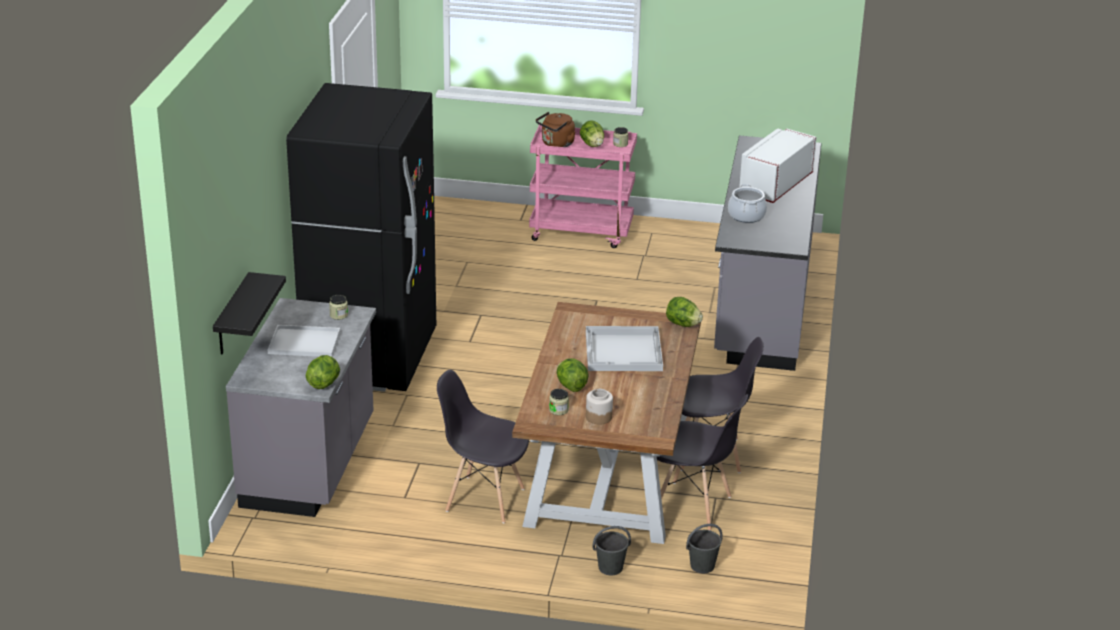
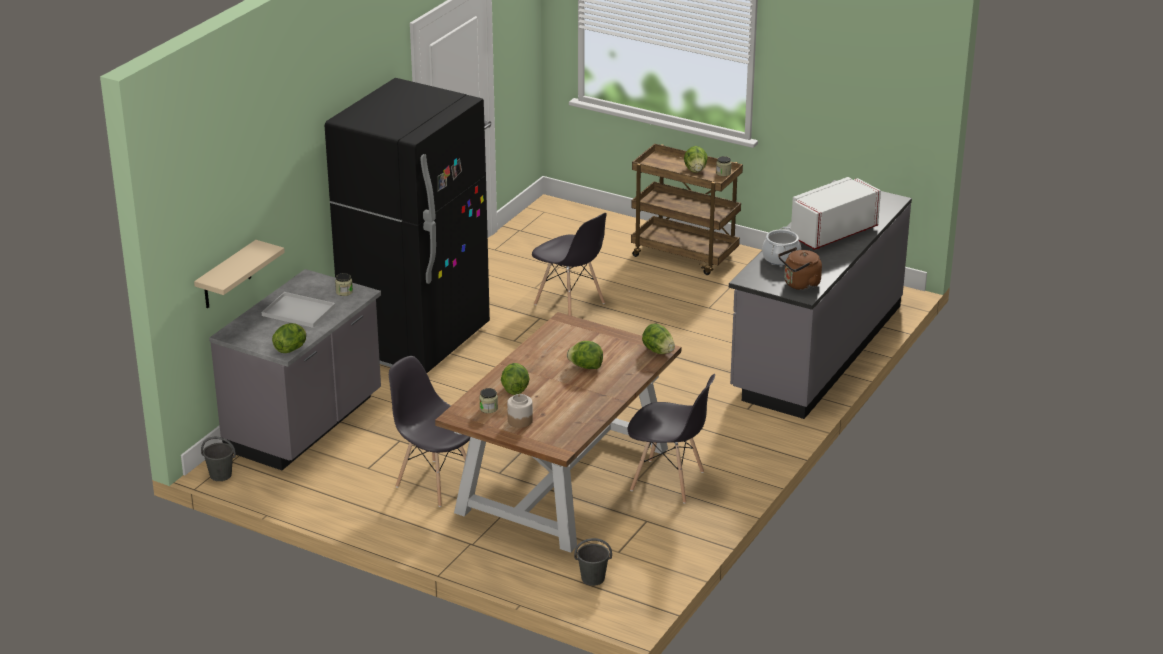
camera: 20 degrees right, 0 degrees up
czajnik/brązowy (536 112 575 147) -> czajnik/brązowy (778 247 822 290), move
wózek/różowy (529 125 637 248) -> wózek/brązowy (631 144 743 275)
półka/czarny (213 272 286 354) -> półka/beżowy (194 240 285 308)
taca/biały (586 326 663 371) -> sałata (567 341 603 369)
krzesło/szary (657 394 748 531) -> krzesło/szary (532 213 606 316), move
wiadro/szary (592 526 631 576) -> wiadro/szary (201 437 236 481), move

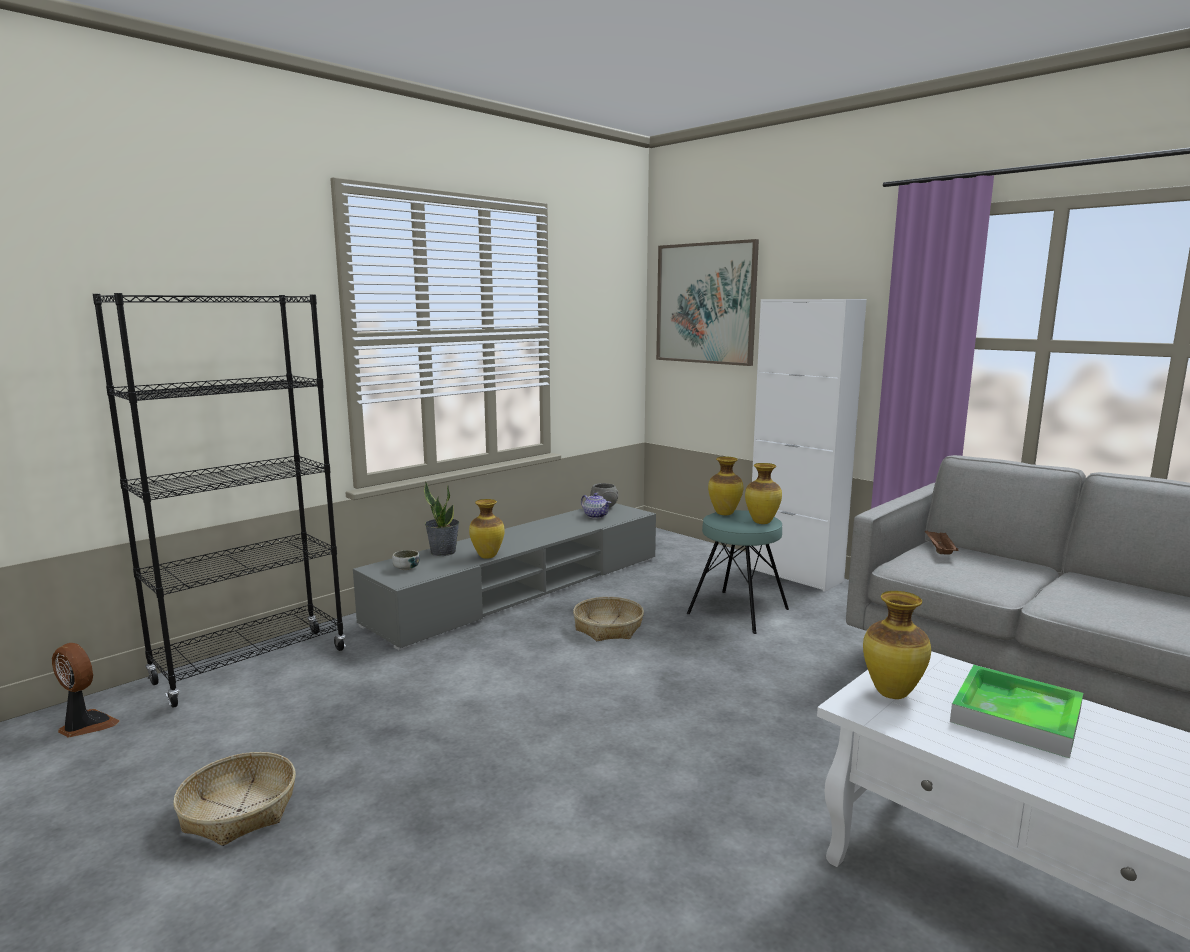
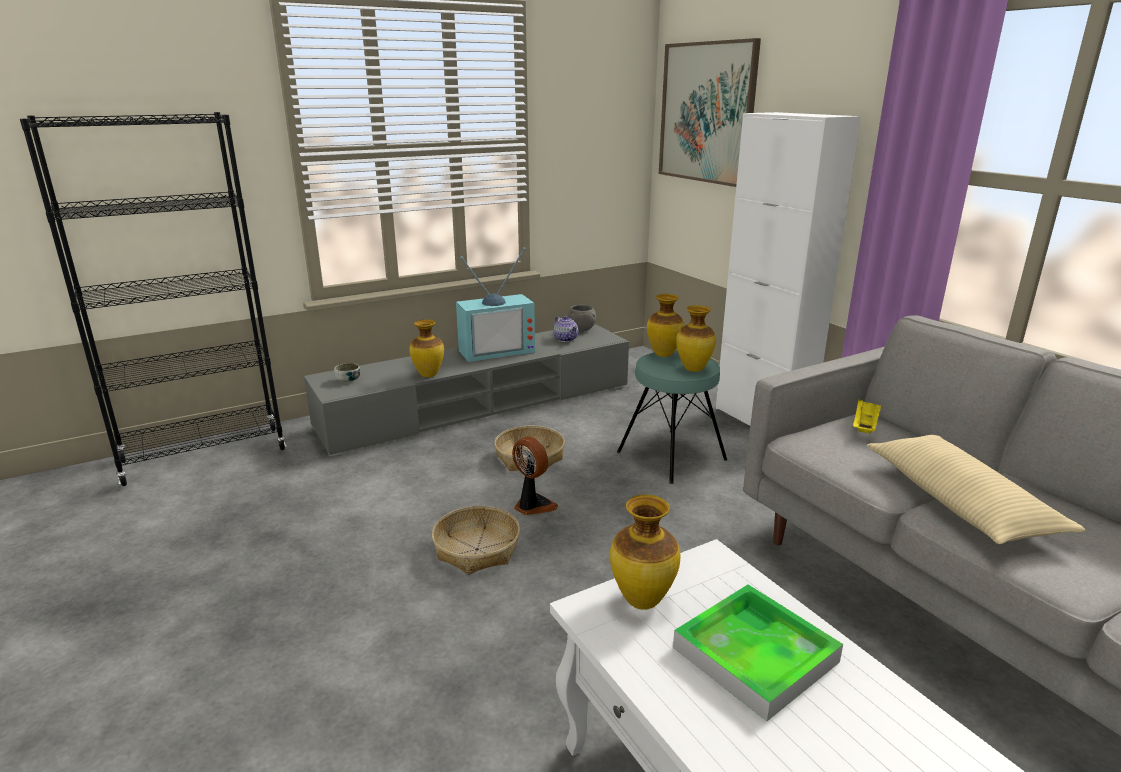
camera: 15 degrees right, 10 degrees up
roślina doniczkowa (424 481 459 556) -> none
taca/brązowy (924 531 958 555) -> taca/żółty (853 399 881 433)
wentylator (52 643 119 737) -> wentylator (512 436 558 515), move
koszyk (173 752 296 846) -> koszyk (432 506 520 575), move
none -> telewizor (456 247 535 362)
none -> poduszka/beżowy (867 435 1086 544)

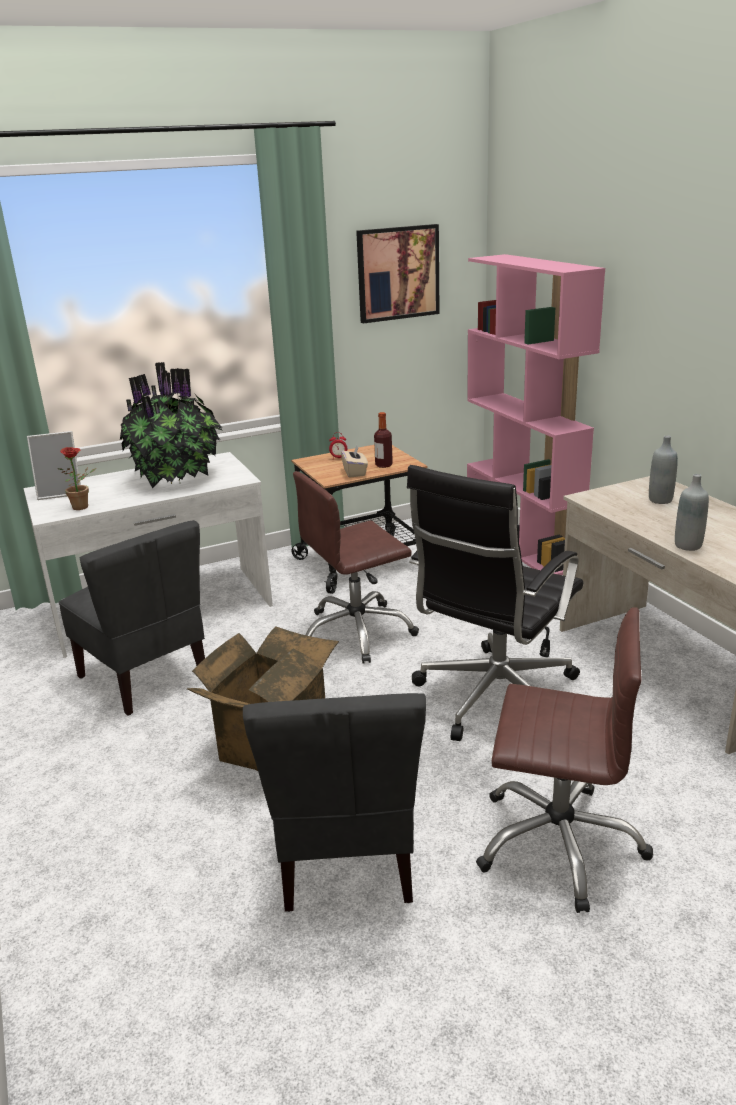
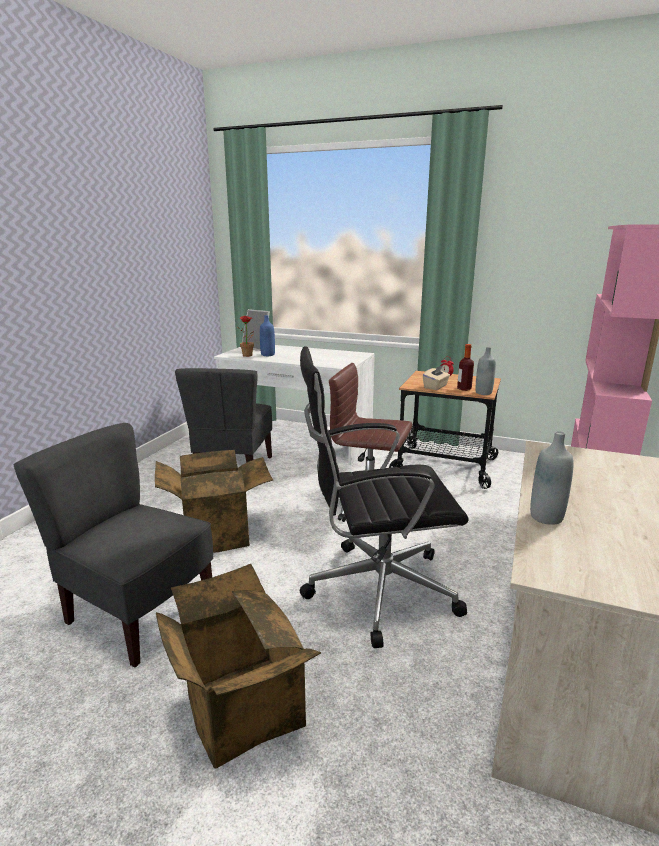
camera: 45 degrees right, 5 degrees down
obraz (356 224 440 324) -> none
roślina doniczkowa (120 362 224 488) -> none
butelka/szary (649 435 678 504) -> butelka/szary (476 347 496 395), move
krzesło biurowe/brązowy (476 607 653 913) -> karton (156 564 321 768)
krzesło/szary (243 693 426 912) -> krzesło/szary (13 423 213 667), 75 degrees clockwise
none -> butelka/niebieski (260 315 275 356)

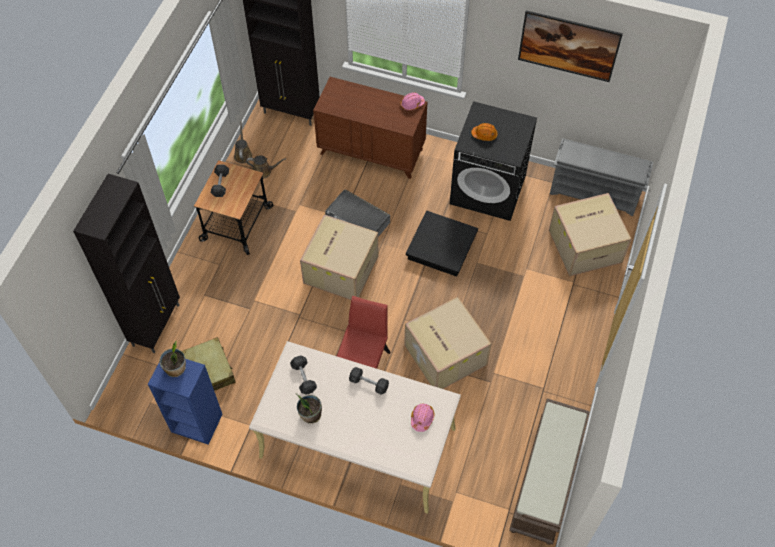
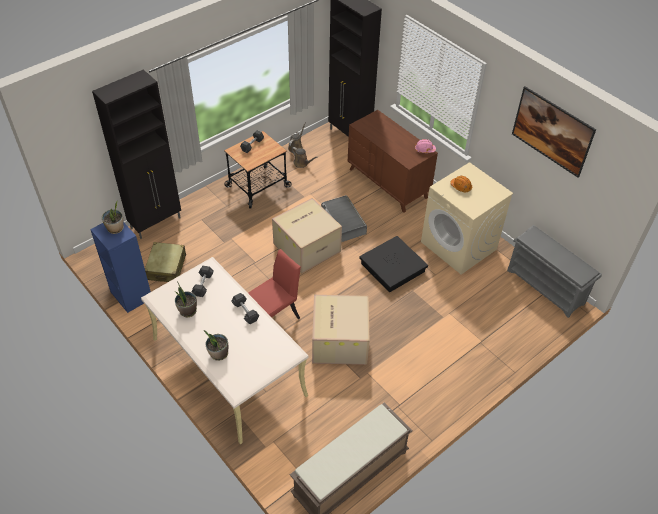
camera: 30 degrees right, 10 degrees down
pralka/czarny (450 101 537 221) -> pralka/beżowy (421 162 513 275)
karton (549 193 632 276) -> none
kask/różowy (411 404 434 432) -> none
none -> roślina doniczkowa (204 330 228 361)

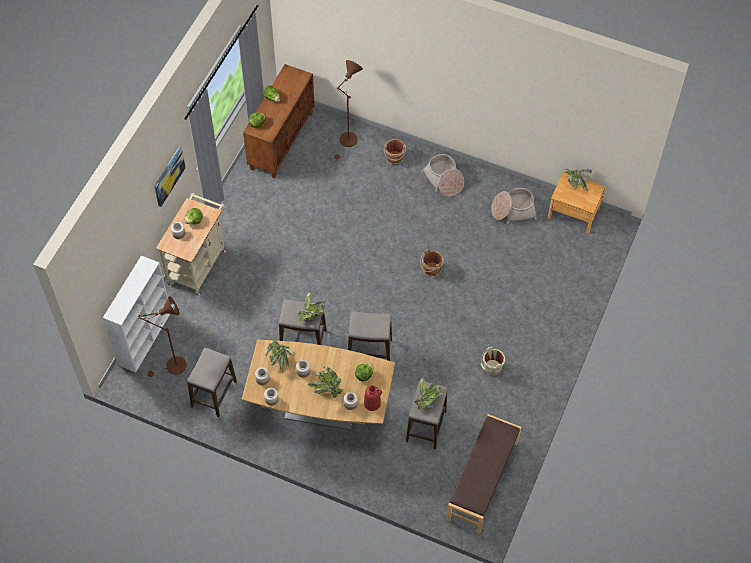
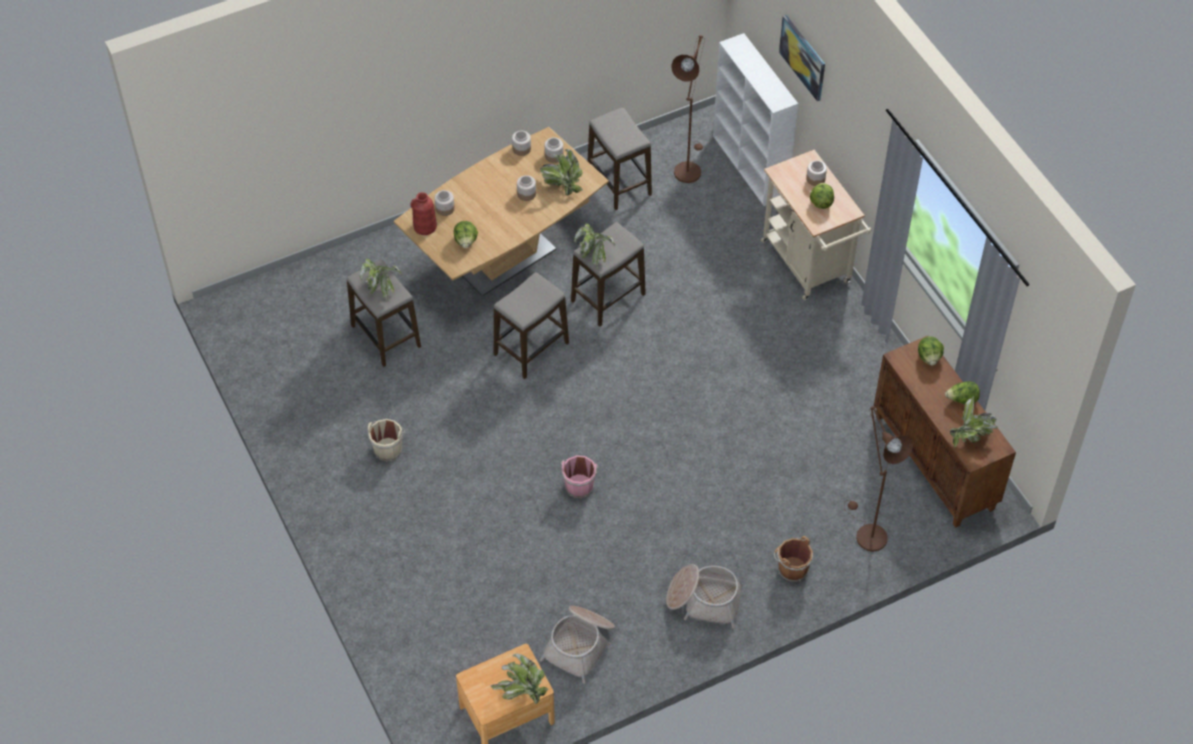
camera: 130 degrees right, 5 degrees down
obraz (154 147 186 207) -> obraz (779 15 825 101), move
wiadro/brązowy (420 249 444 277) -> wiadro/różowy (561 455 599 498)
roślina doniczkowa (308 366 343 398) -> roślina doniczkowa (950 396 998 447), move
ławka/brązowy (446 414 521 534) -> none

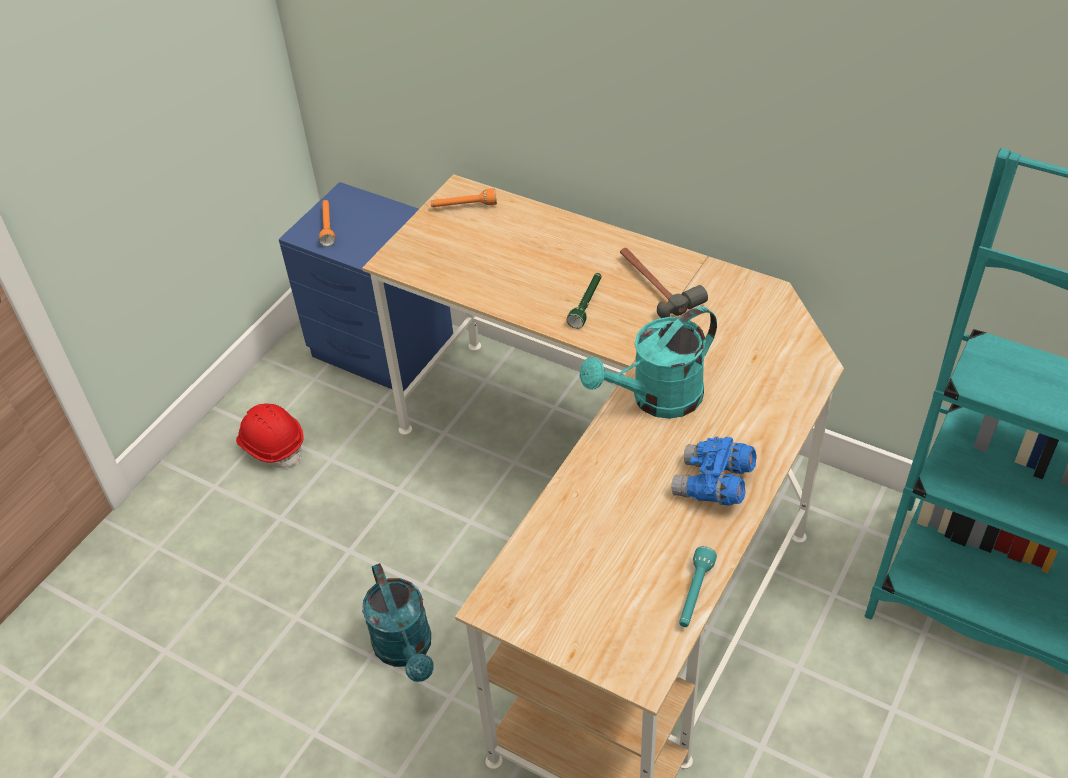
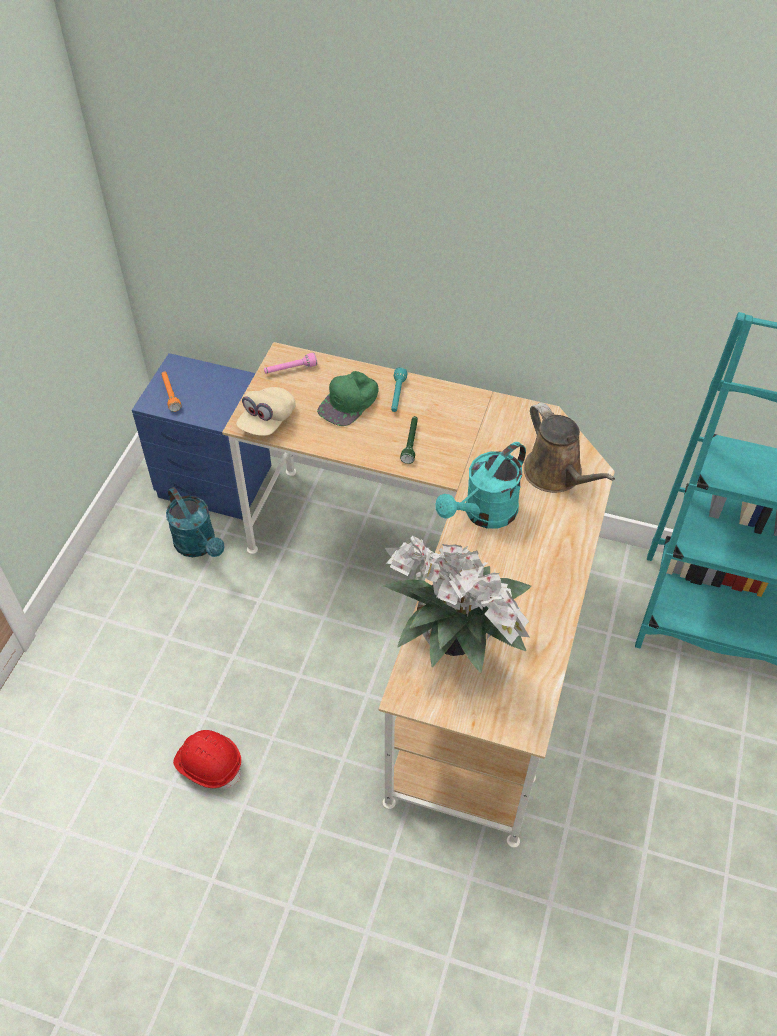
camera: 15 degrees left, 5 degrees up
latarka/pomarańczowy (431 188 497 207) -> latarka/różowy (264 353 318 373)
młotek (620 248 708 318) -> none
kask/czerwony (236 404 304 468) -> kask/czerwony (173 730 241 789), move
lornetka/niebieski (671 437 757 506) -> none
latarka/turkusowy (679 546 717 627) -> latarka/turkusowy (391 367 408 412), move
konewka/turkusowy (362 563 434 682) -> konewka/turkusowy (166 487 225 557), move
none -> czapka z daszkiem/zielony (317 371 379 426)
none -> czapka z daszkiem/beżowy (236 387 296 436)
none -> konewka/brązowy (524 402 615 493)
none -> roślina doniczkowa (383 536 532 673)

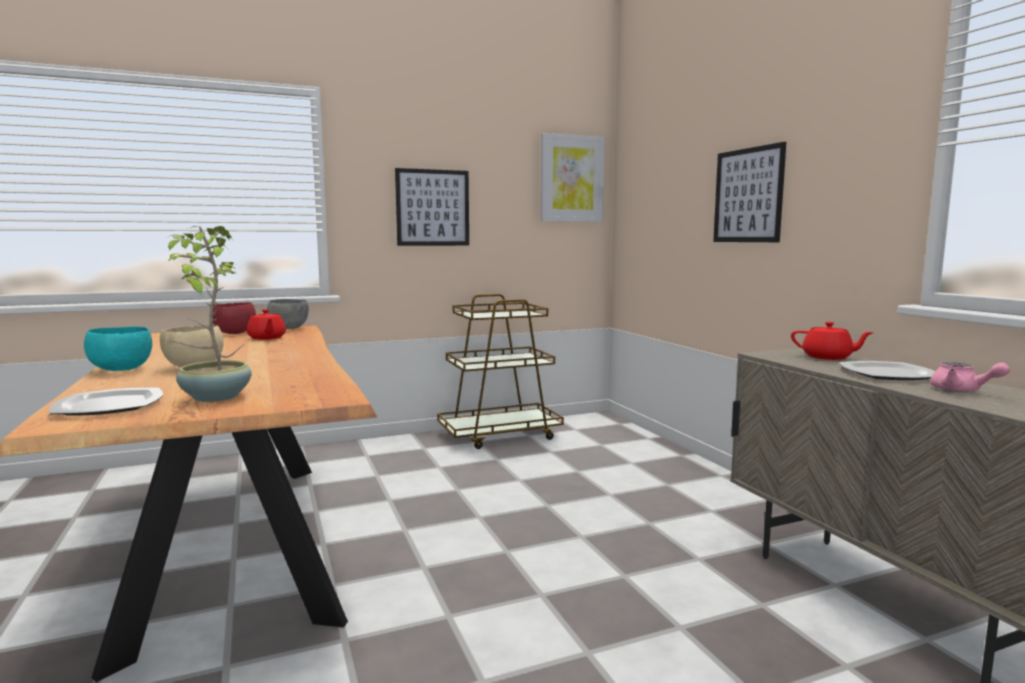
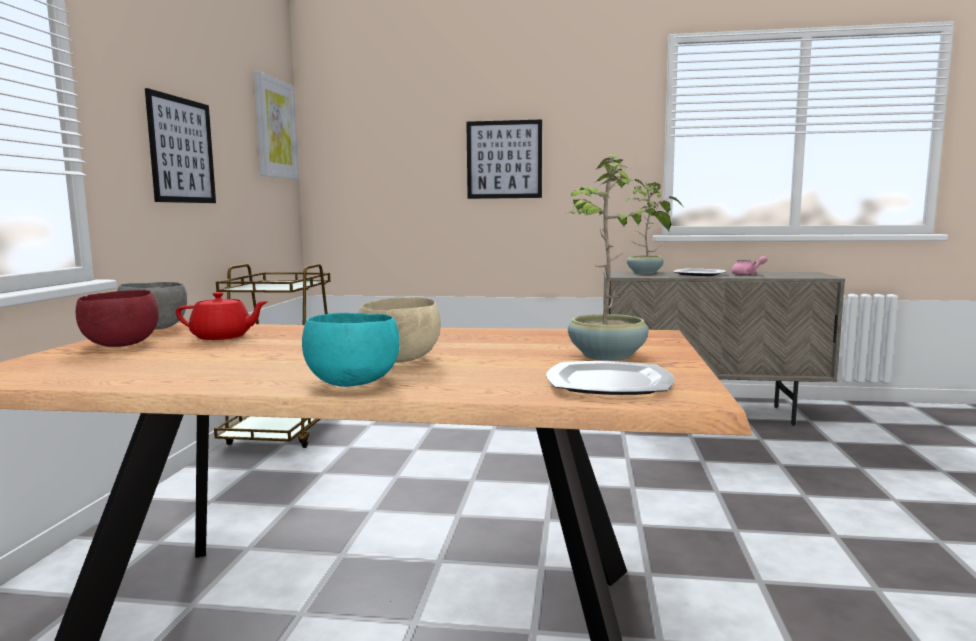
camera: 60 degrees left, 0 degrees up
imbryk/czerwony (791 322 874 360) -> roślina doniczkowa (624 182 664 274)

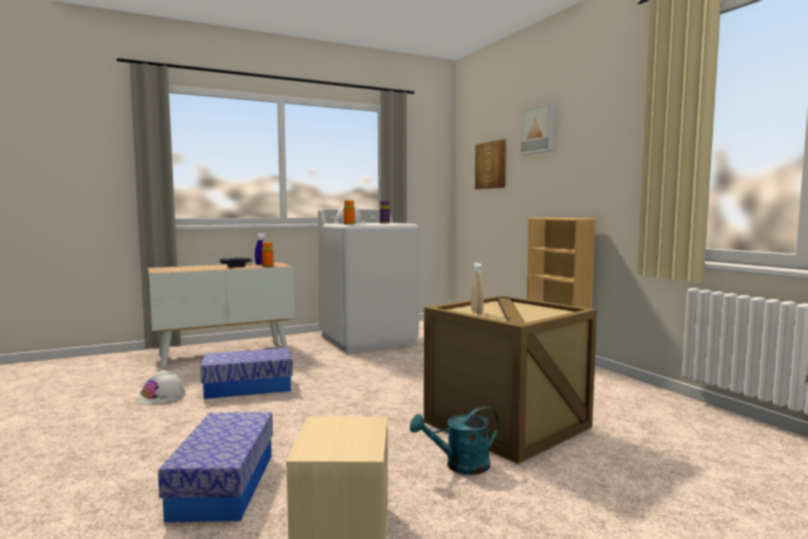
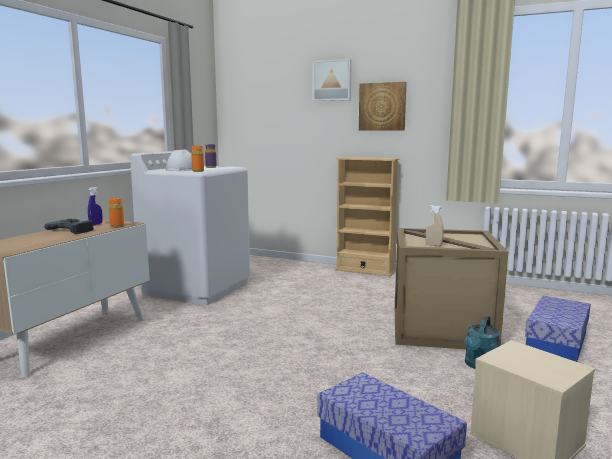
camera: 40 degrees left, 5 degrees up
obraz (475 139 506 189) -> obraz (359 82 406 131), move
pojemnik do przechowywania (200 348 293 399) -> pojemnik do przechowywania (525 296 591 362), move
kask/biały (137 370 185 405) -> none

